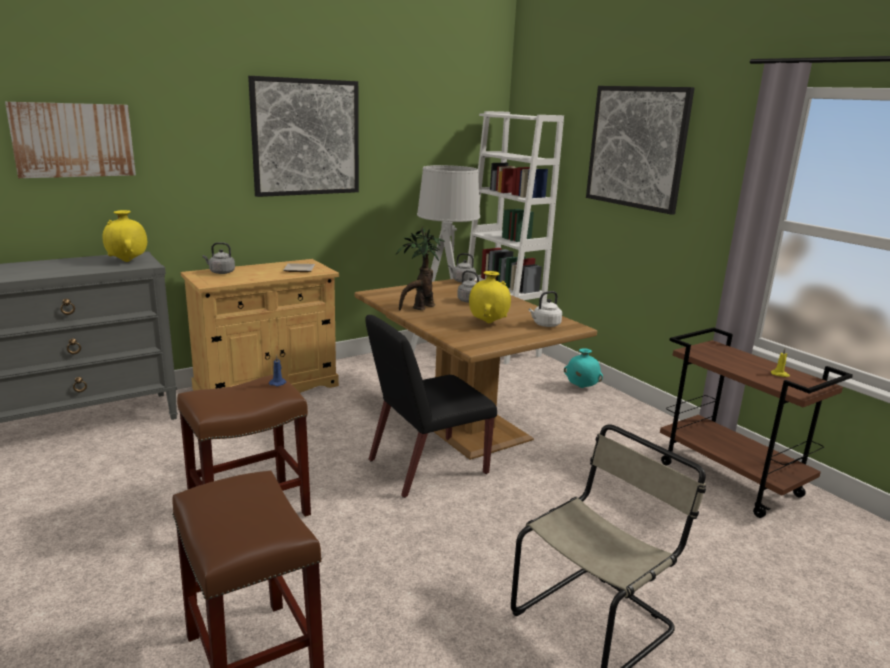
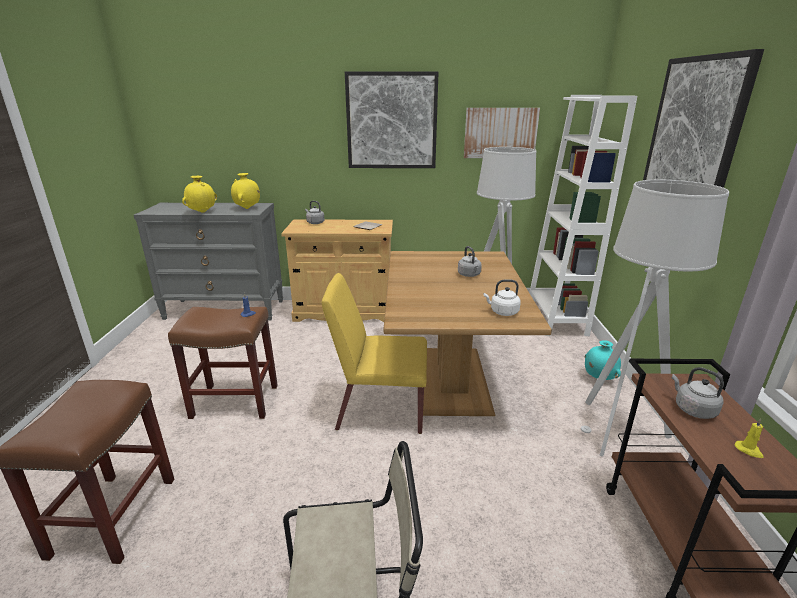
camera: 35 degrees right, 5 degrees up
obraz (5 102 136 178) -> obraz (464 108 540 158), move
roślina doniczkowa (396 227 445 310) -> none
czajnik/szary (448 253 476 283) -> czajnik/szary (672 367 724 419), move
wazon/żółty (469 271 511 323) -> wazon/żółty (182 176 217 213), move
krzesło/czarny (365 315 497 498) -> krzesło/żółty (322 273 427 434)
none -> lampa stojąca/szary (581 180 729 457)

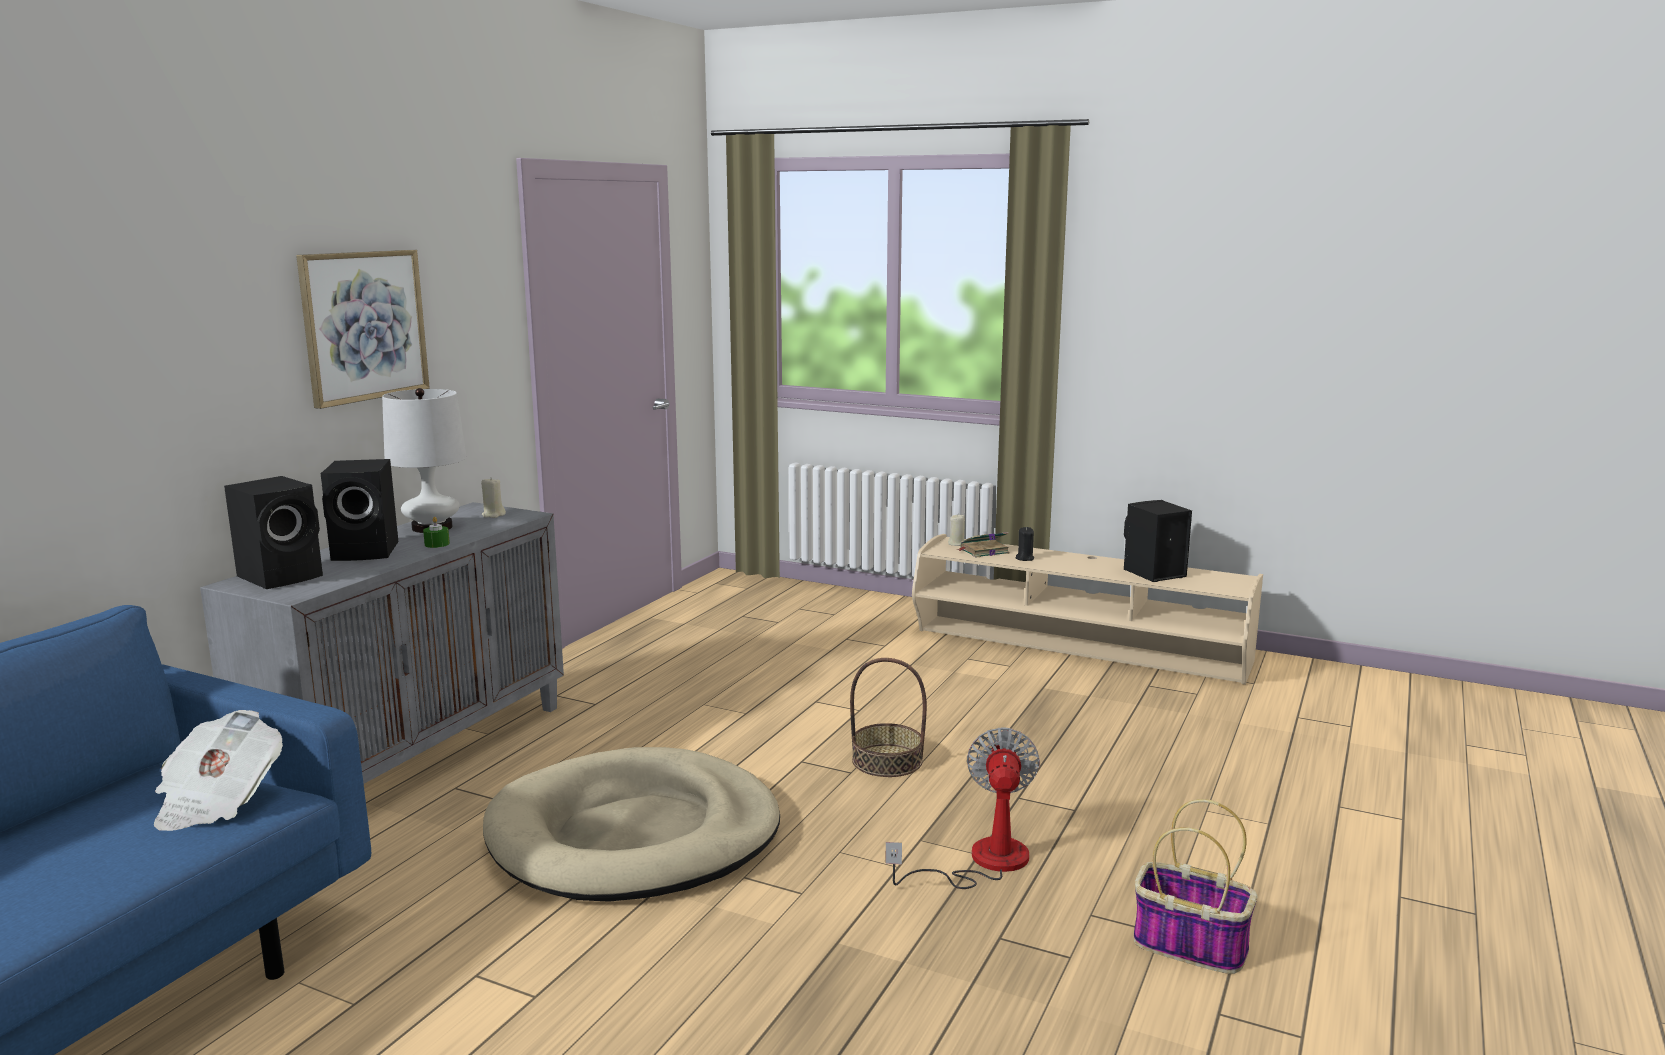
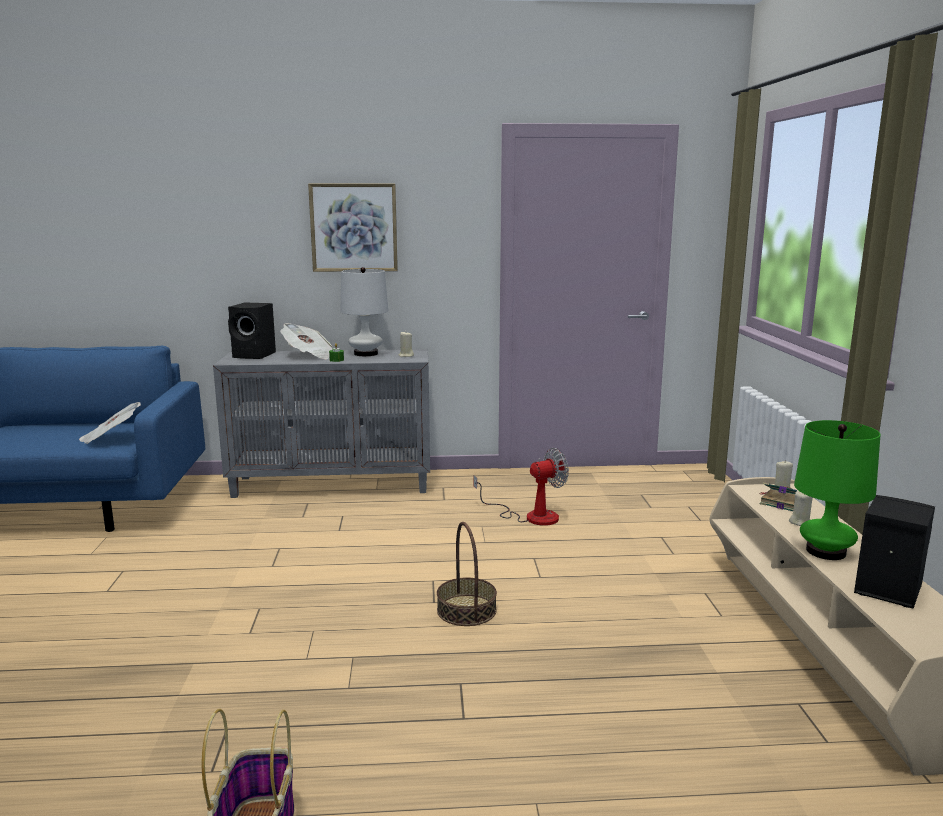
camera: 60 degrees right, 0 degrees up
głośnik/czarny (320 459 398 561) -> gazeta (280 323 333 359)
świeca/czarny (1016 527 1034 561) -> świeca/beżowy (789 490 813 526)
wentylator (885 727 1040 889) -> wentylator (473 448 569 526), move
legowisko/beżowy (483 747 780 902) -> none
none -> lampa stołowa/zielony (794 420 881 560)

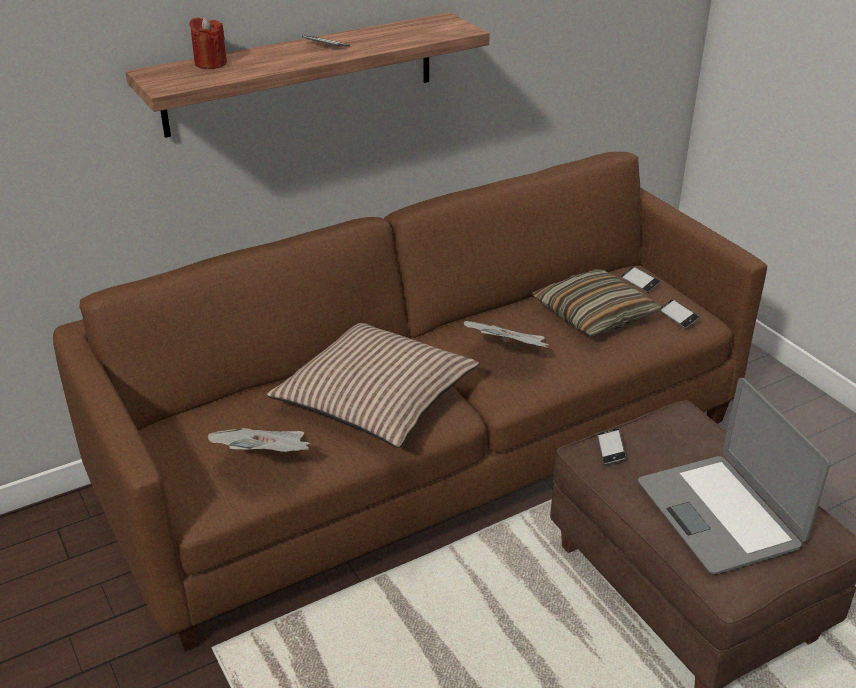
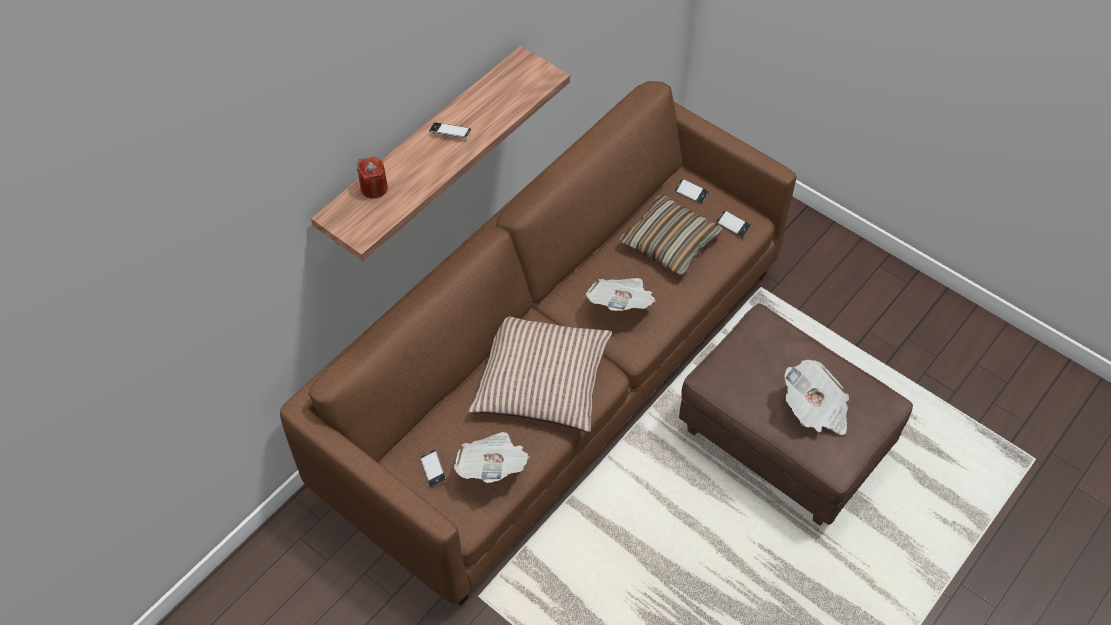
camera: 20 degrees left, 20 degrees up
laptop (638 378 830 574) -> gazeta (784 360 849 435)
telefon (597 428 626 465) -> telefon (420 450 446 487), move

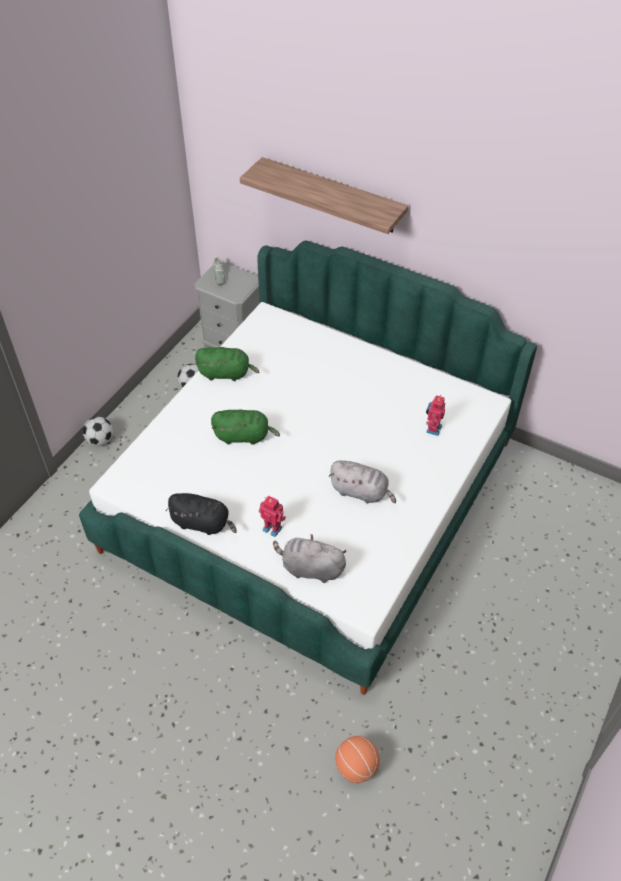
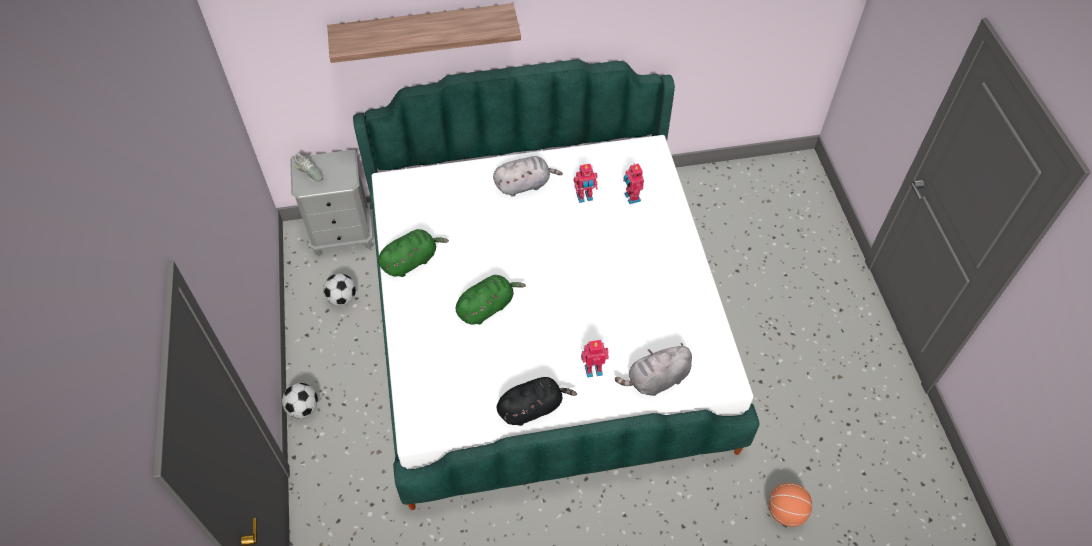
camera: 40 degrees left, 5 degrees up
pluszak/szary (329 460 396 503) -> pluszak/szary (493 156 563 197), move
none -> robot zabawkowy (573 164 598 203)

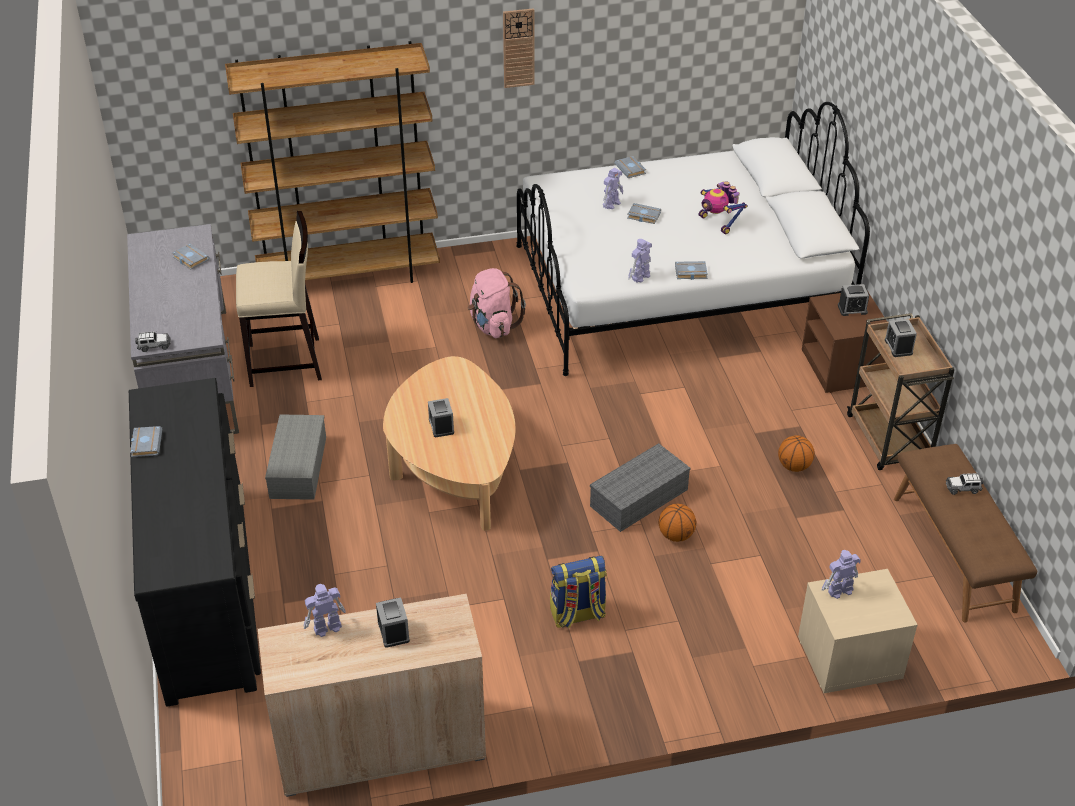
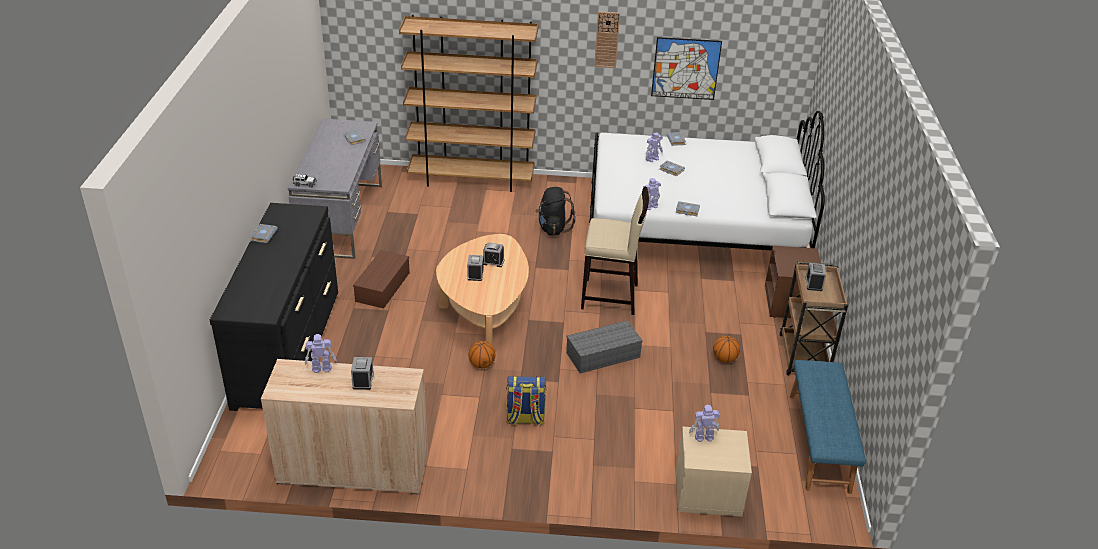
camera: 15 degrees right, 5 degrees down
robot zabawkowy (699 181 748 234) -> none
stołek/beżowy (236 211 322 387) -> stołek/beżowy (581 186 649 315), move
plecak/różowy (468 268 526 338) -> plecak/czarny (535 187 576 235)
budzik (838 284 869 316) -> budzik (483 242 505 267), move
pojemnik do przechowywania/szary (265 414 326 500) -> pojemnik do przechowywania/brązowy (353 250 410 308)
ławka/brązowy (894 444 1037 622) -> ławka/niebieski (790 360 866 494)
samochodzik (946 473 983 495) -> none
piłka do koszykówki (659 504 696 542) -> piłka do koszykówki (468 341 496 369), move
none -> obraz (651 37 722 100)

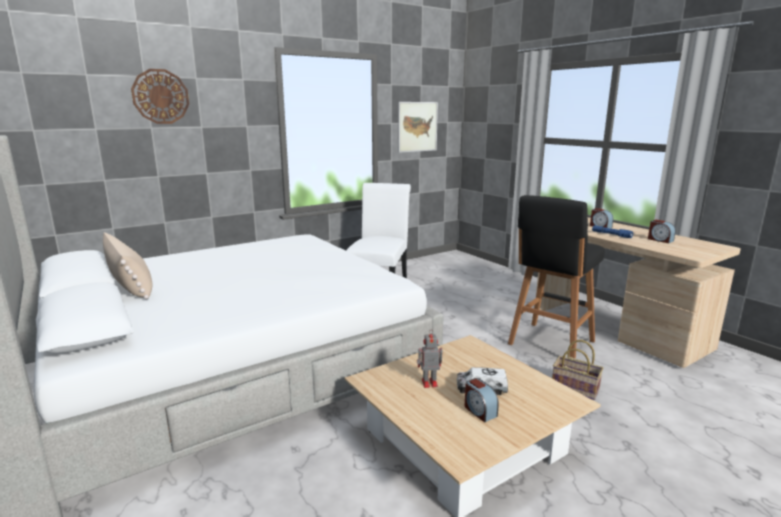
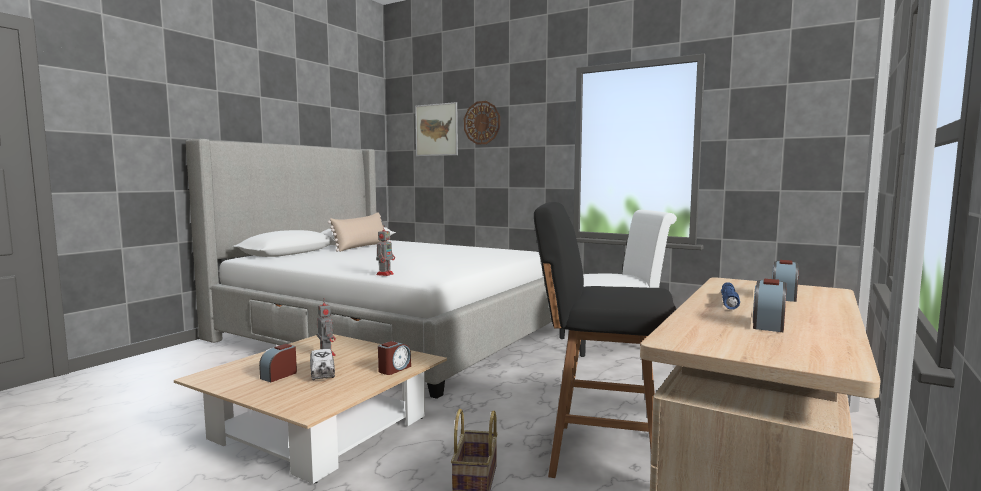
camera: 65 degrees right, 10 degrees down
obraz (398 102 438 153) -> obraz (415 102 458 156), move
none -> robot zabawkowy (376 225 395 276)
none -> budzik (378 341 411 375)

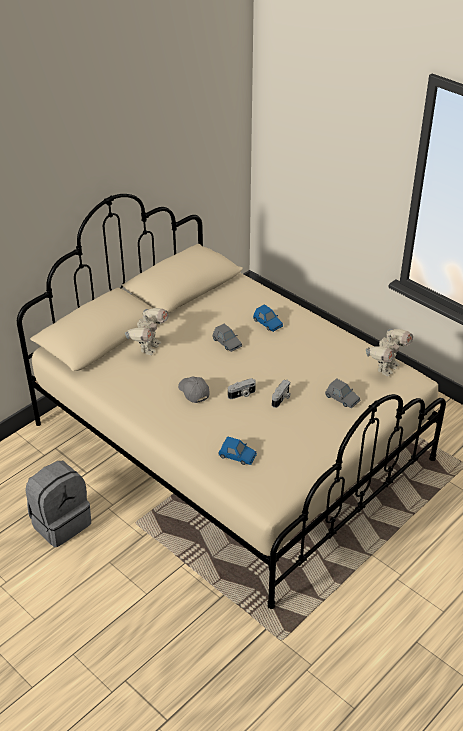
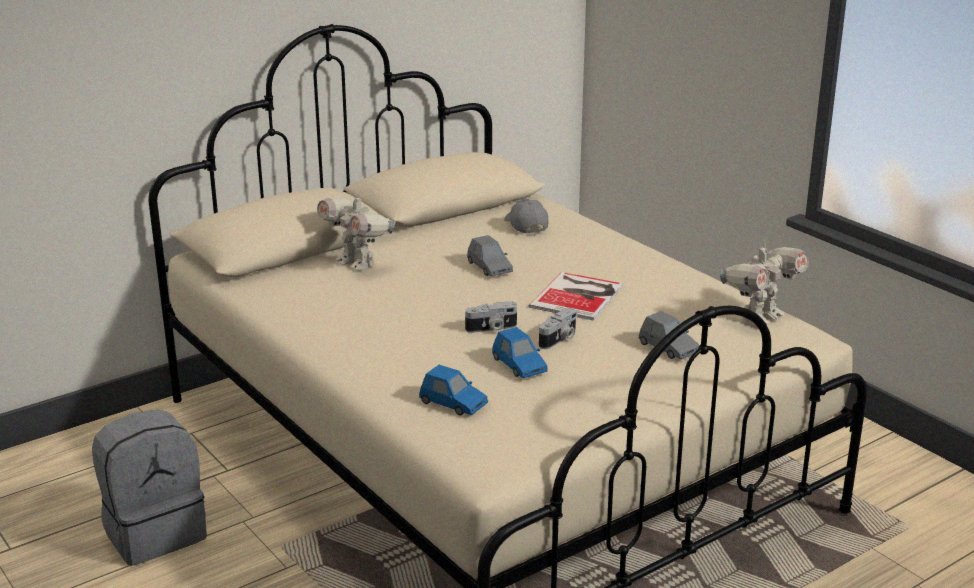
camera: 10 degrees right, 15 degrees down
samochodzik/niebieski (253 304 283 332) -> samochodzik/niebieski (492 327 548 378), move
robot zabawkowy (125 308 169 355) -> robot zabawkowy (317 190 395 270), 105 degrees clockwise
czapka z daszkiem/szary (178 376 209 403) -> czapka z daszkiem/szary (504 198 548 233), move
none -> książka (529 272 623 321)

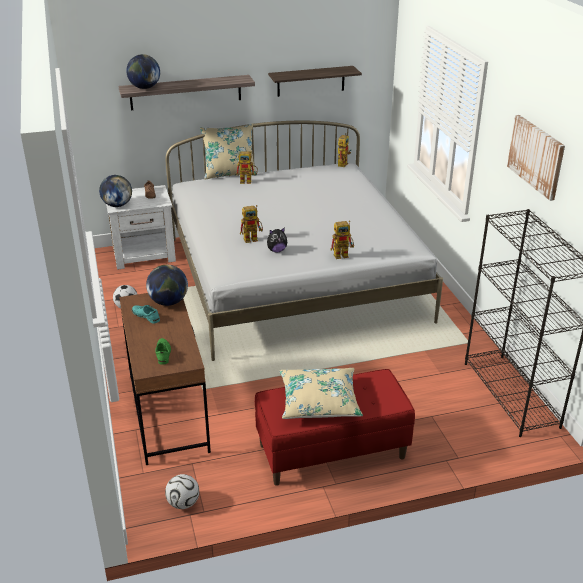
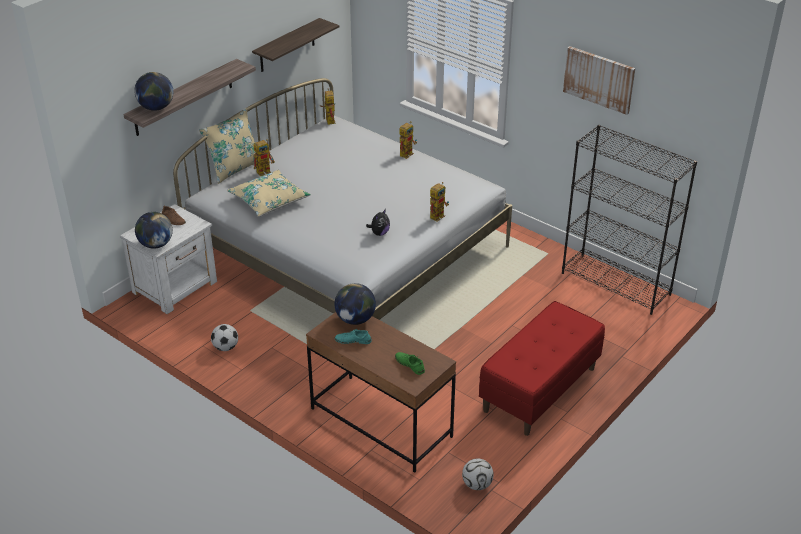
camera: 35 degrees left, 5 degrees up
robot zabawkowy (240 205 263 243) -> robot zabawkowy (399 121 417 159), move
poduszka/beżowy (280 368 363 419) -> poduszka/beżowy (227 170 311 217), move

